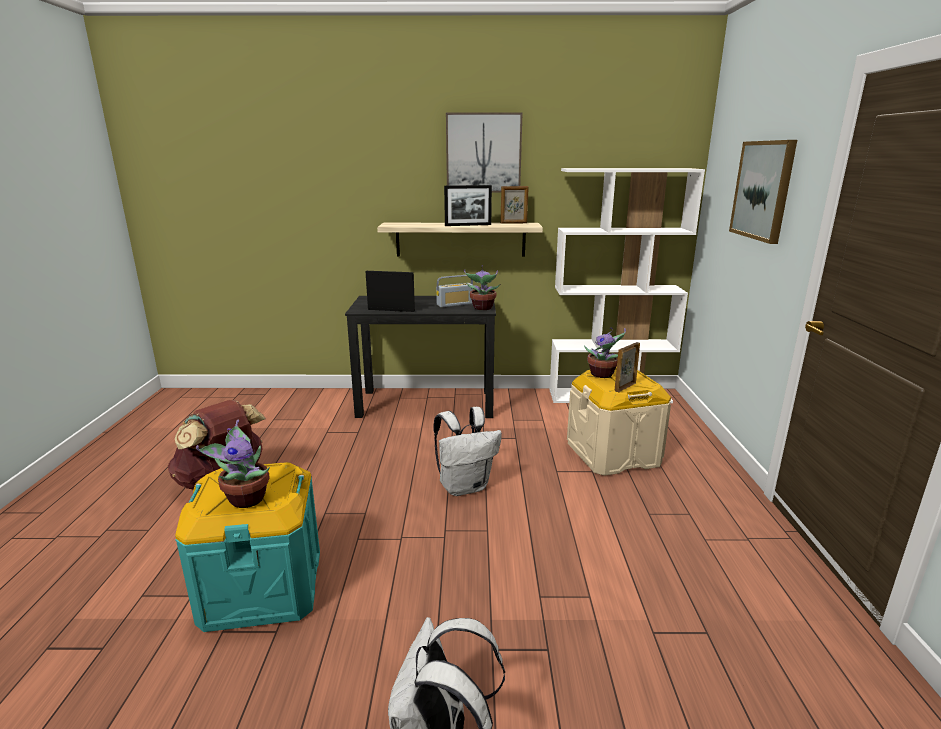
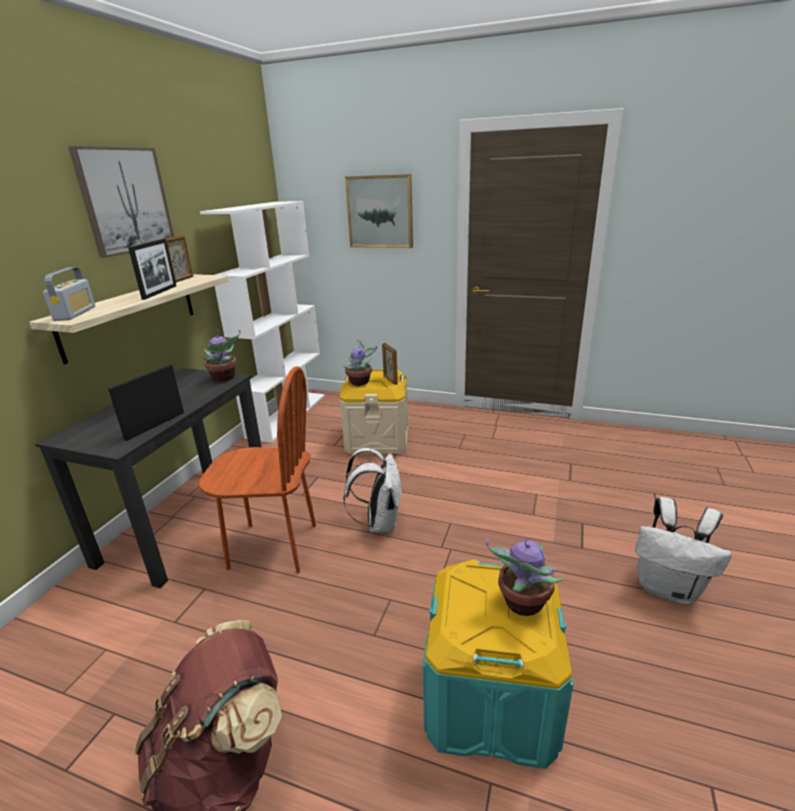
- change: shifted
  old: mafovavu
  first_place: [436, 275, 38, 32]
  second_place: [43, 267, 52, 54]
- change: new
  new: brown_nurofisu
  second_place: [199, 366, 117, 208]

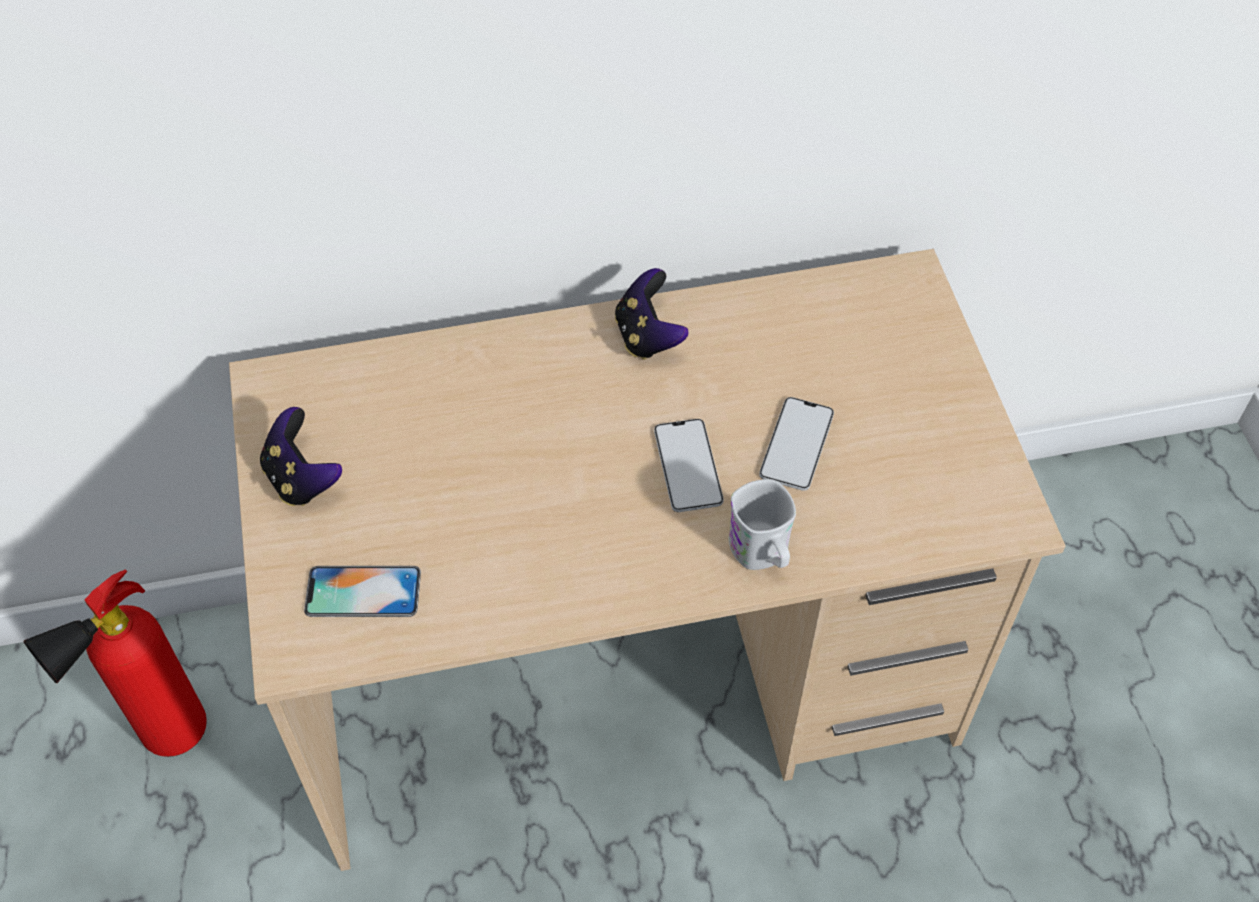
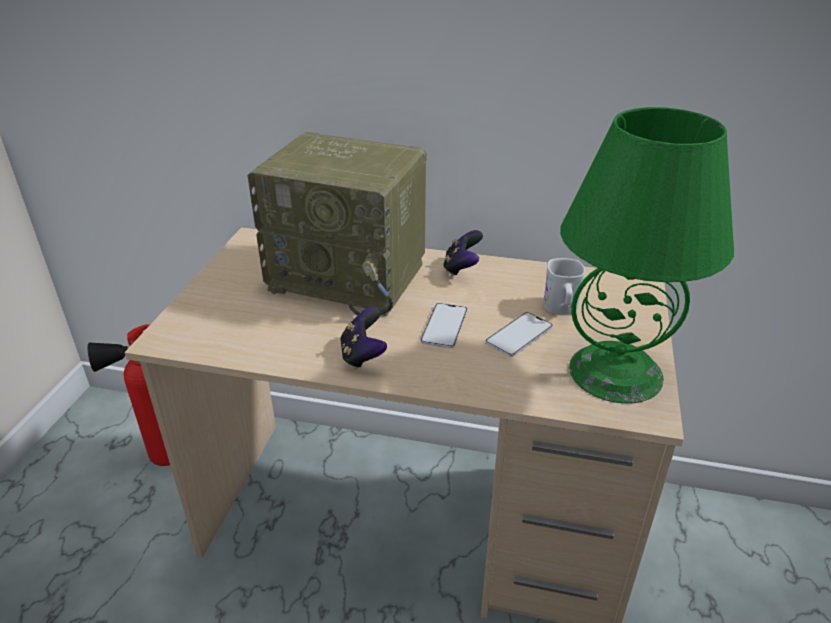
- change: new
  new: mafovavu
  second_place: [247, 132, 180, 184]
- change: shifted
  old: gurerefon
  first_place: [260, 407, 82, 99]
  second_place: [340, 307, 47, 63]
- change: shifted
  old: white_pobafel
  first_place: [729, 479, 67, 91]
  second_place: [543, 258, 42, 56]
- change: new
  new: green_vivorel
  second_place: [560, 107, 174, 297]
- change: gone
  old: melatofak
  first_place: [304, 566, 117, 51]

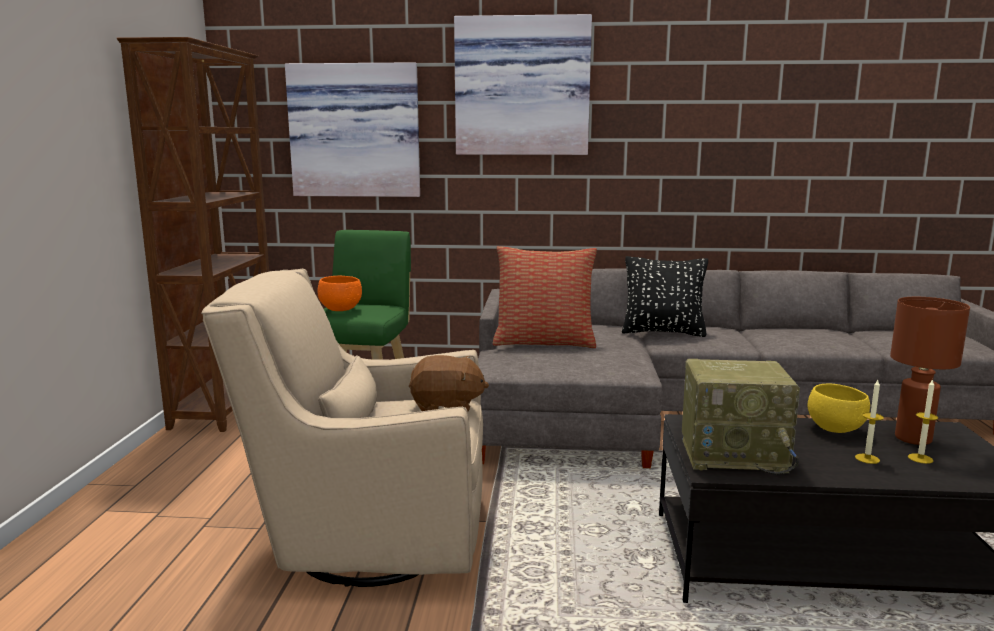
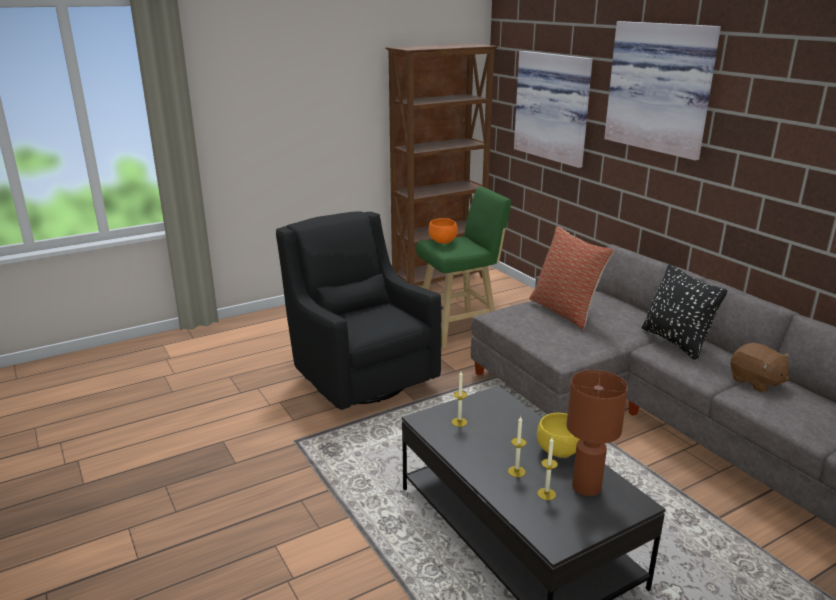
- change: repainted
  old: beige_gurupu
  new: black_gurupu
  first_place: [201, 269, 282, 318]
  second_place: [276, 211, 166, 199]
- change: swapped
  old: mafovavu
  new: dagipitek
  first_place: [682, 359, 118, 116]
  second_place: [452, 372, 15, 55]
- change: shifted
  old: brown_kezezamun
  first_place: [409, 355, 80, 56]
  second_place: [731, 343, 59, 49]

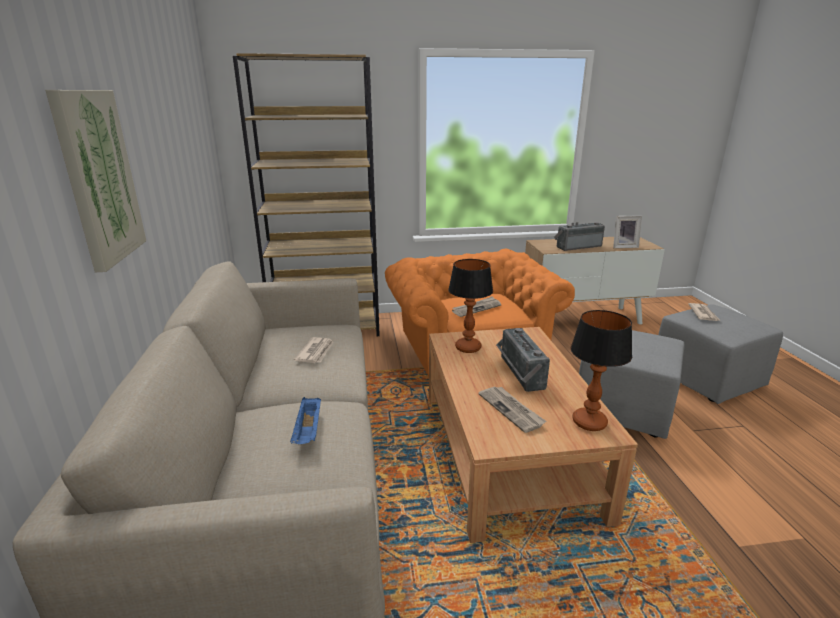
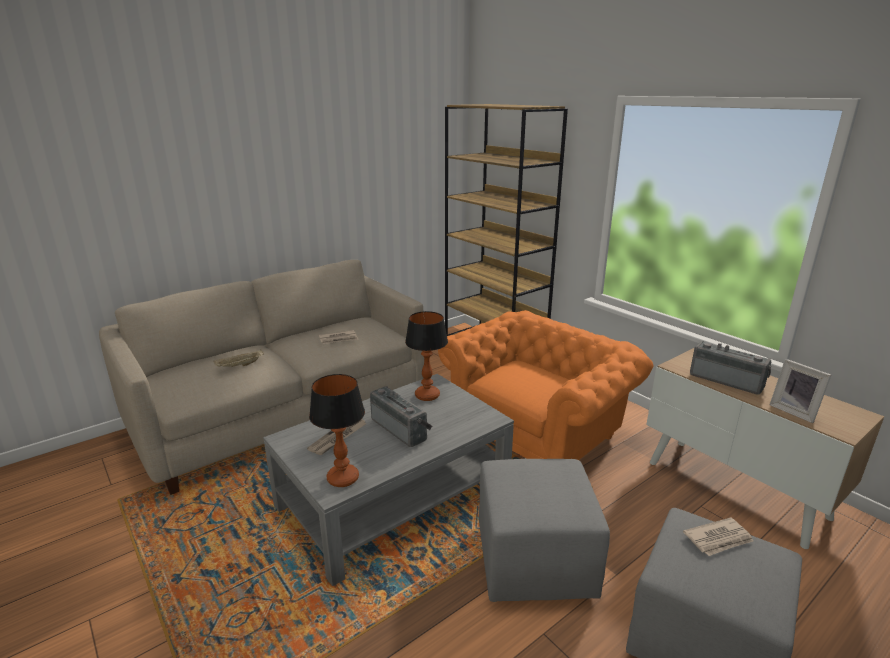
- change: repainted
  old: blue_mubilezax
  new: beige_mubilezax
  first_place: [290, 397, 31, 47]
  second_place: [213, 349, 51, 18]
- change: repainted
  old: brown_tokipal
  new: grey_tokipal
  first_place: [429, 327, 209, 216]
  second_place: [263, 374, 251, 212]
- change: rotated
  old: mafovavu
  first_place: [496, 328, 54, 64]
  second_place: [370, 386, 62, 61]
  degrees: 90
- change: gone
  old: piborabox
  first_place: [45, 90, 102, 182]
- change: gone
  old: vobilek
  first_place: [452, 296, 49, 21]

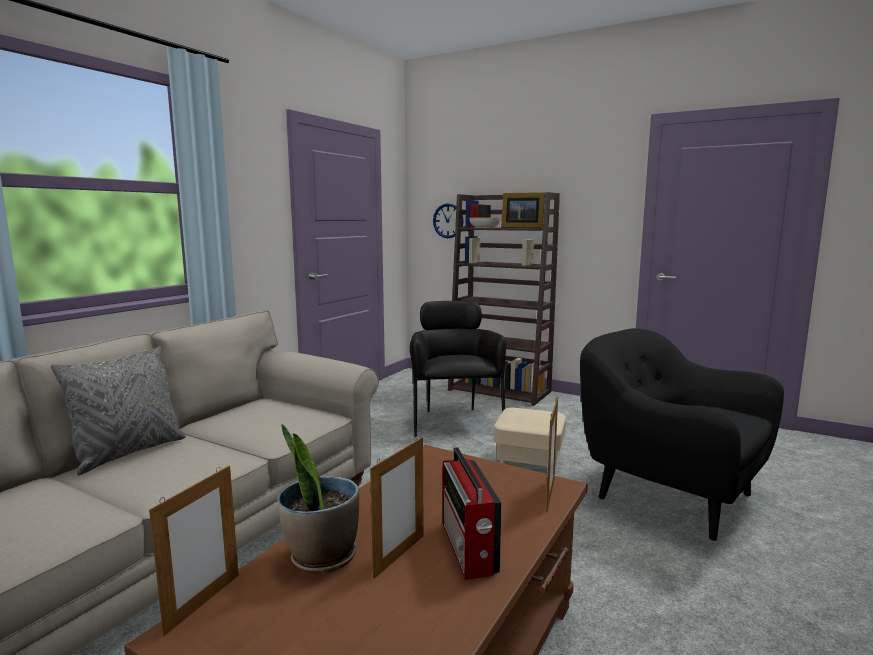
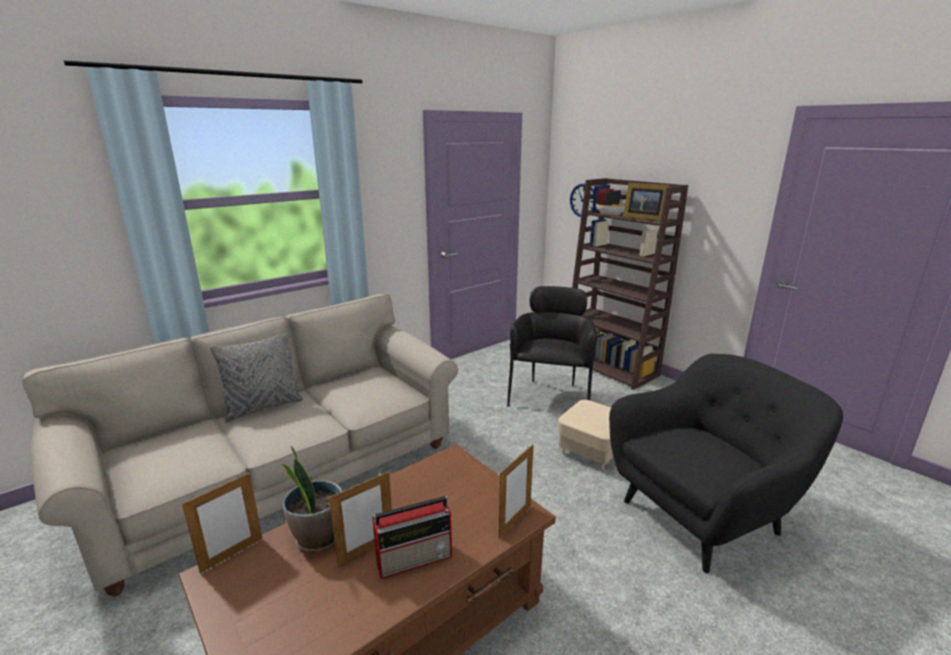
- change: rotated
  old: mafovavu
  first_place: [443, 447, 58, 133]
  second_place: [372, 496, 80, 83]
  degrees: -120
- change: rotated
  old: black_gurupu
  first_place: [580, 328, 204, 213]
  second_place: [609, 354, 234, 219]
  degrees: 90

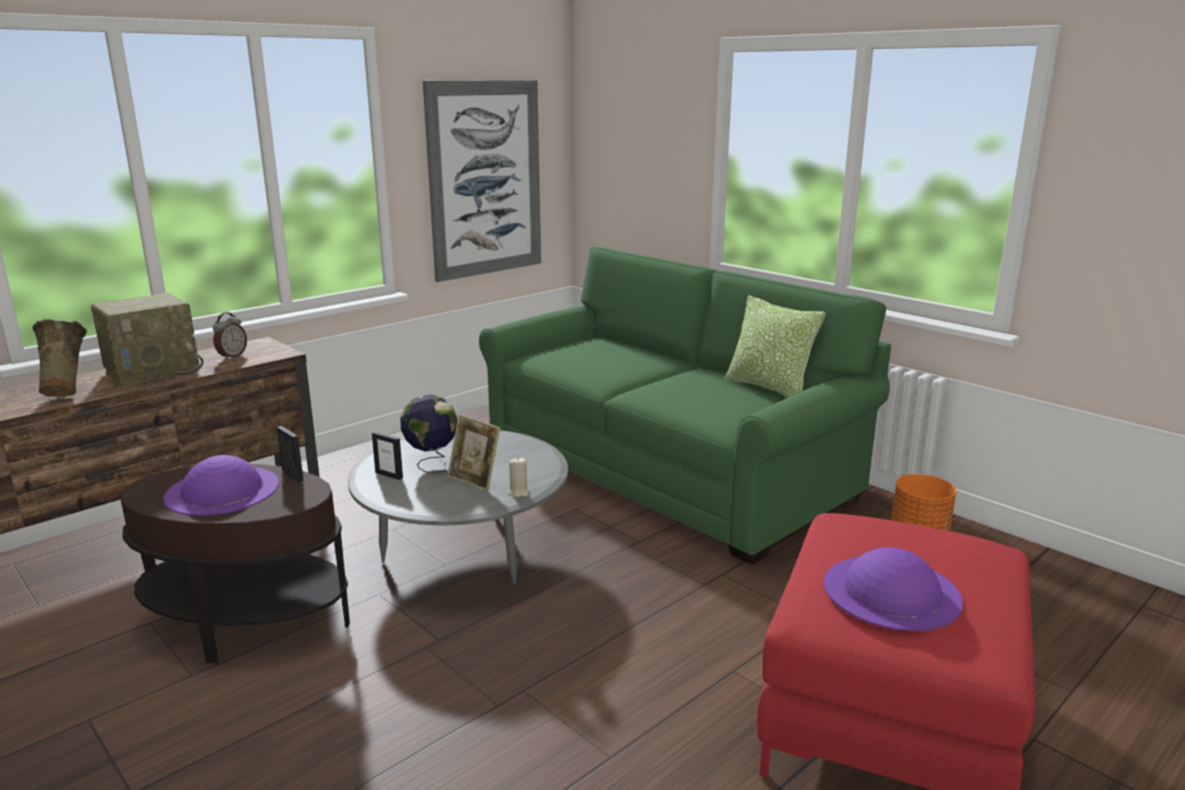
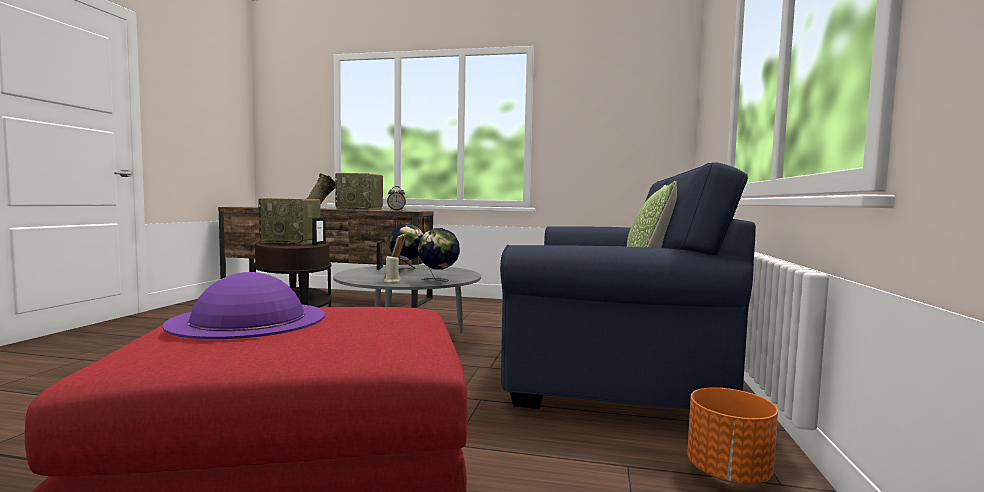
- change: swapped
  old: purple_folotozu
  new: mafovavu
  first_place: [163, 455, 116, 61]
  second_place: [258, 198, 63, 47]
- change: new
  new: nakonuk
  second_place: [418, 228, 42, 54]
- change: repainted
  old: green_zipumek
  new: blue_zipumek
  first_place: [479, 247, 412, 318]
  second_place: [500, 162, 256, 247]
- change: gone
  old: piborabox
  first_place: [423, 80, 118, 202]

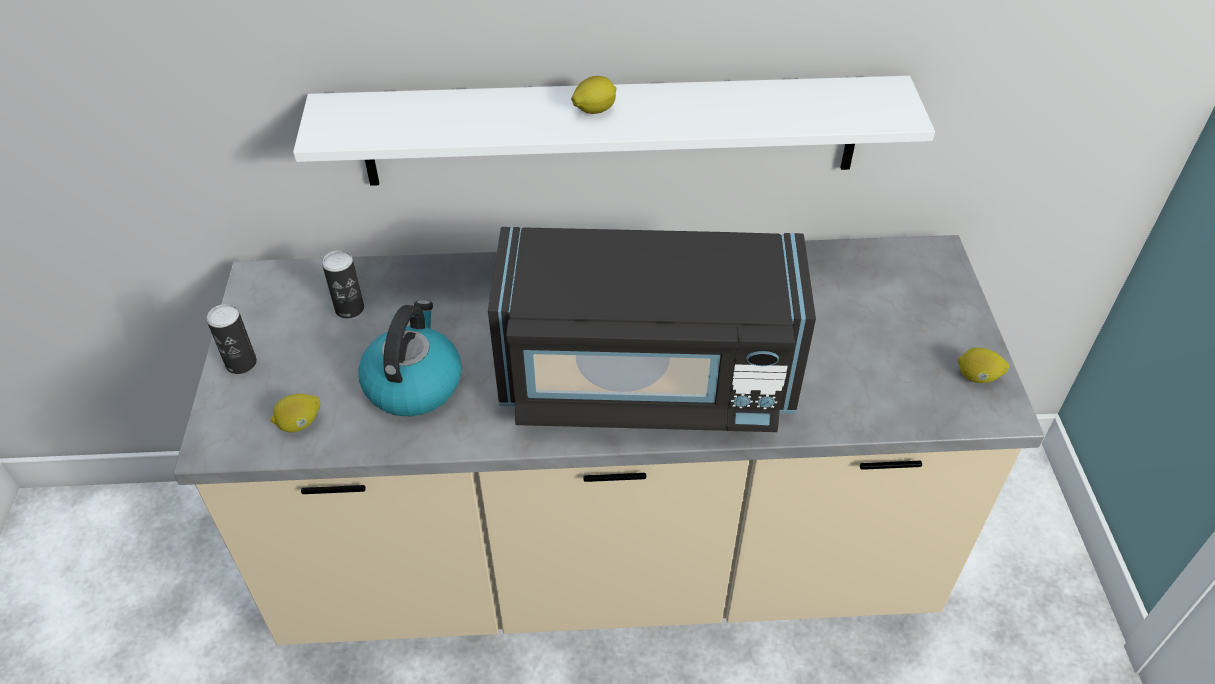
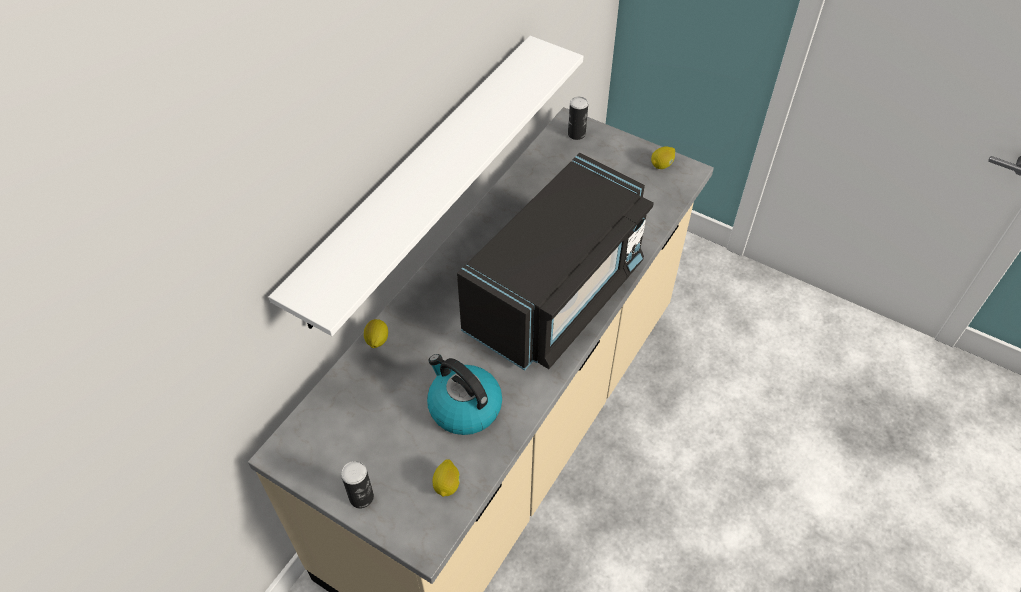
- change: shifted
  old: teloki
  first_place: [571, 76, 45, 38]
  second_place: [364, 319, 24, 29]
- change: shifted
  old: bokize
  first_place: [322, 250, 42, 68]
  second_place: [568, 97, 20, 43]

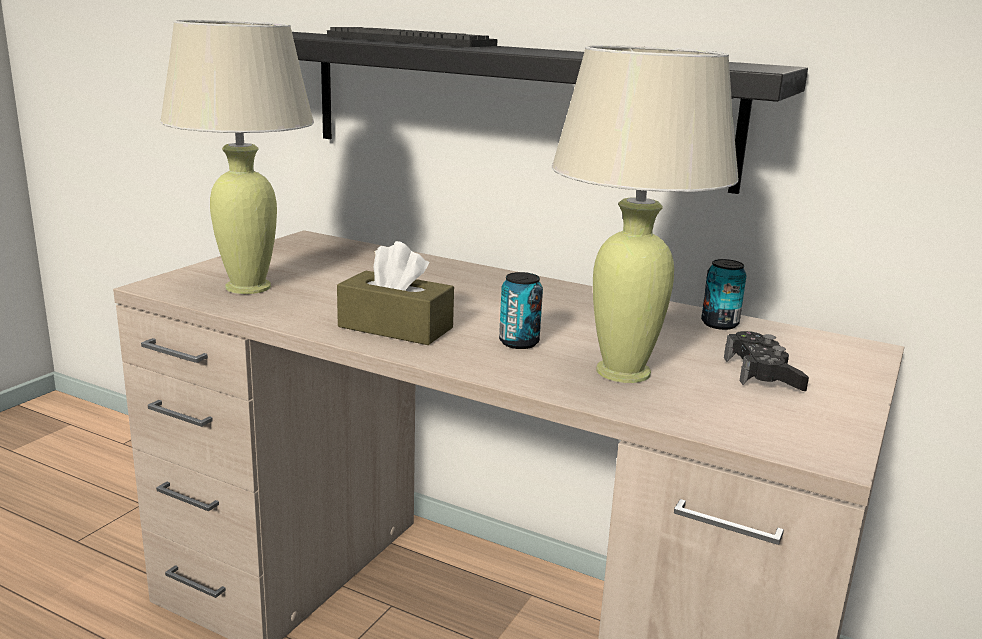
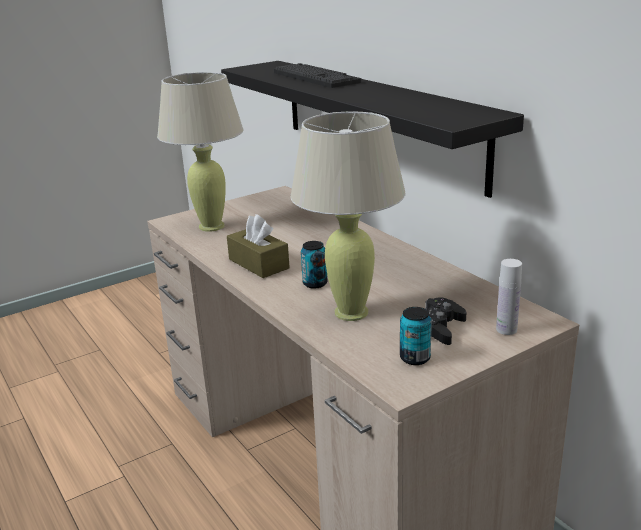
- change: shifted
  old: bokize
  first_place: [701, 259, 46, 71]
  second_place: [400, 307, 32, 58]
- change: new
  new: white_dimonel
  second_place: [496, 259, 26, 76]

